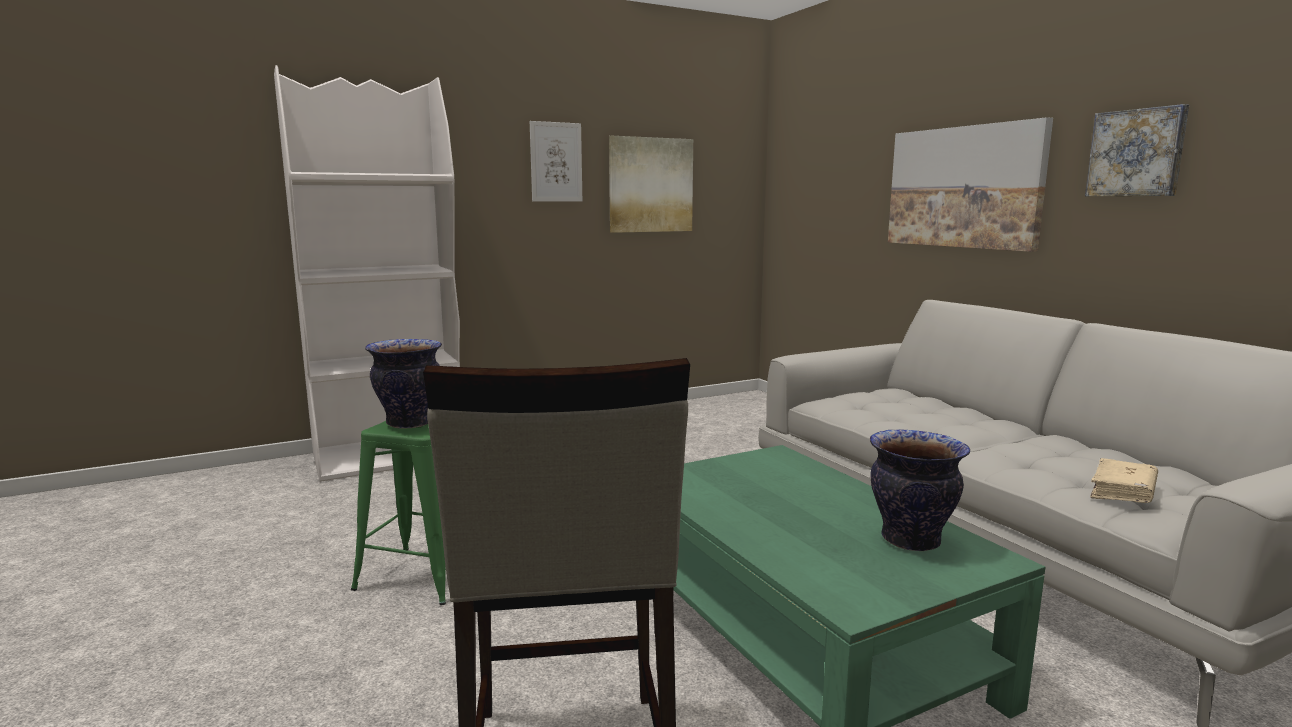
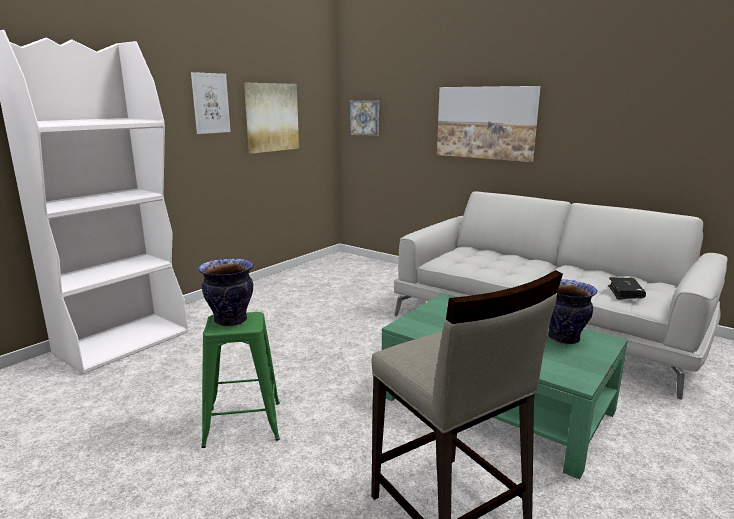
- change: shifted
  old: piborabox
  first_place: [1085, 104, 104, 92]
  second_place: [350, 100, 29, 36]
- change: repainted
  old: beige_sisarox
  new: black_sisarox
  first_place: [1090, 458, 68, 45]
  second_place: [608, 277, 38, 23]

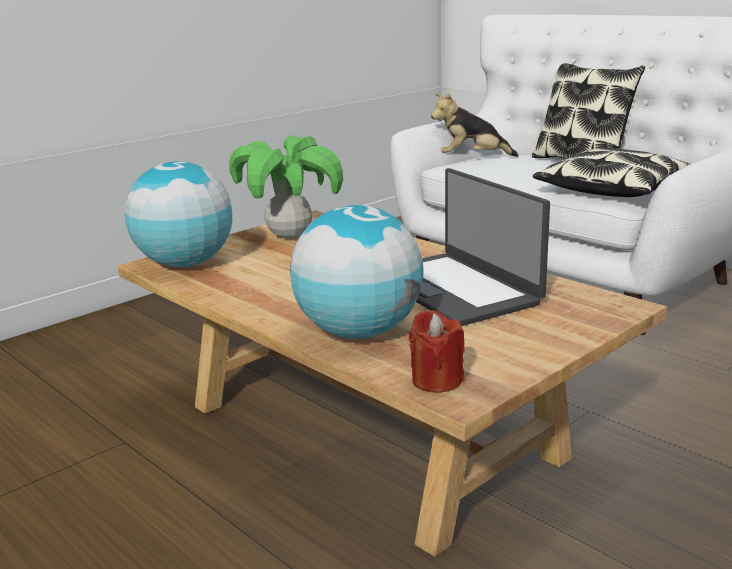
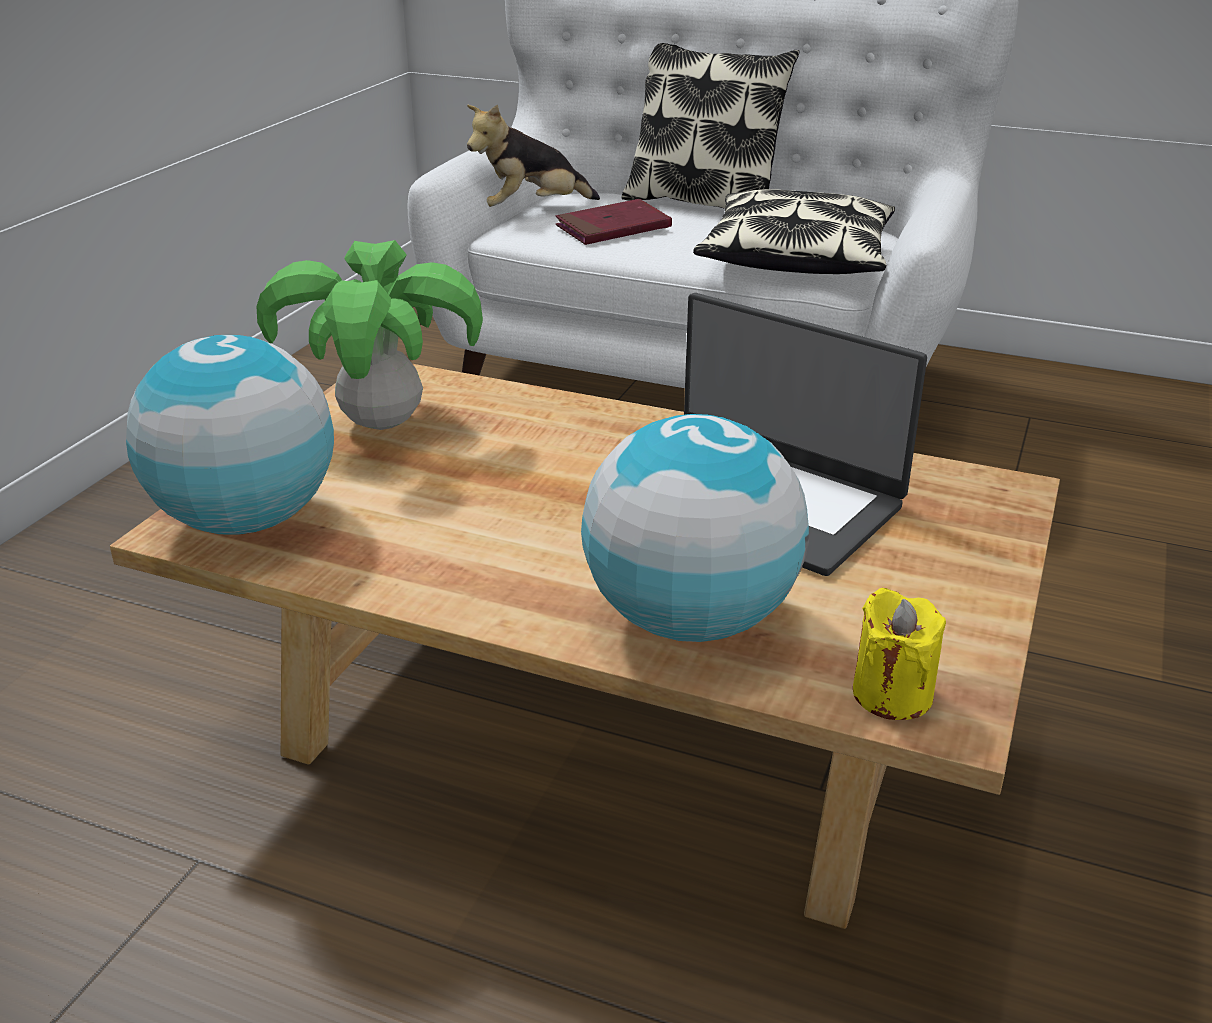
- change: new
  new: red_sisarox
  second_place: [555, 199, 117, 46]
- change: repainted
  old: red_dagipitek
  new: yellow_dagipitek
  first_place: [409, 310, 56, 83]
  second_place: [853, 587, 93, 133]

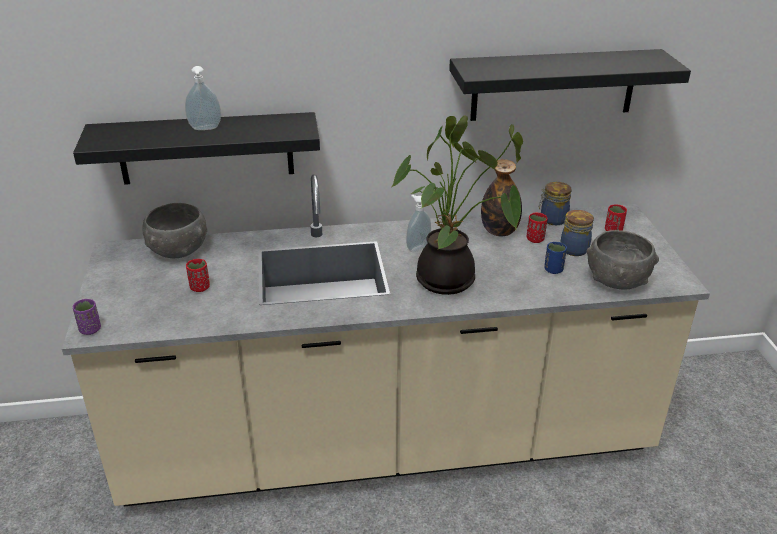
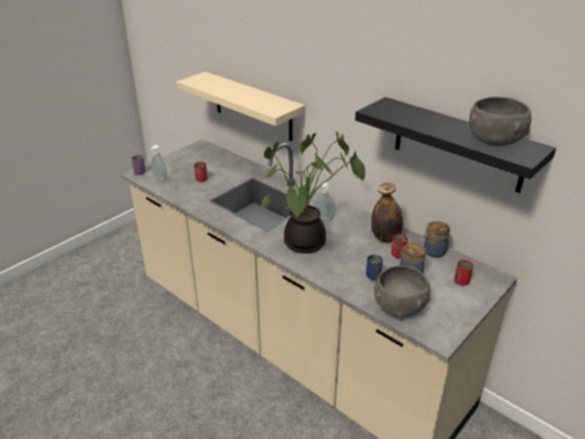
- change: shifted
  old: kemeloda
  first_place: [185, 66, 36, 64]
  second_place: [150, 145, 17, 37]
- change: repainted
  old: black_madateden
  new: beige_madateden
  first_place: [73, 112, 247, 73]
  second_place: [176, 72, 129, 69]
- change: shifted
  old: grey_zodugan
  first_place: [142, 203, 65, 55]
  second_place: [469, 97, 63, 49]

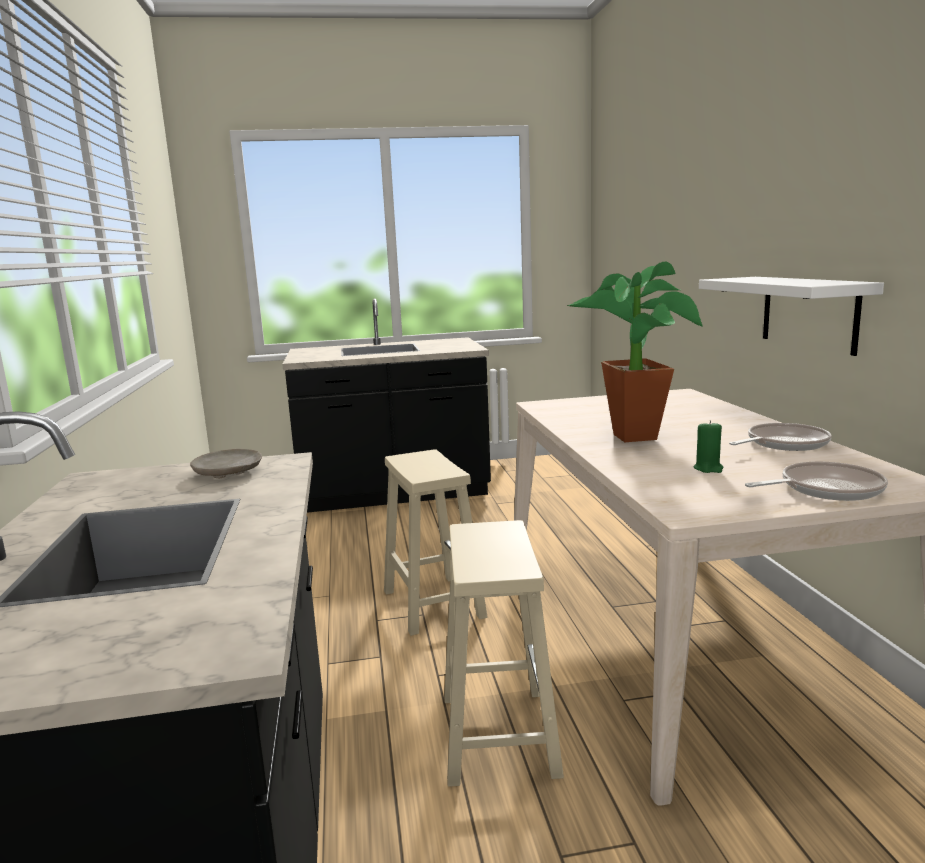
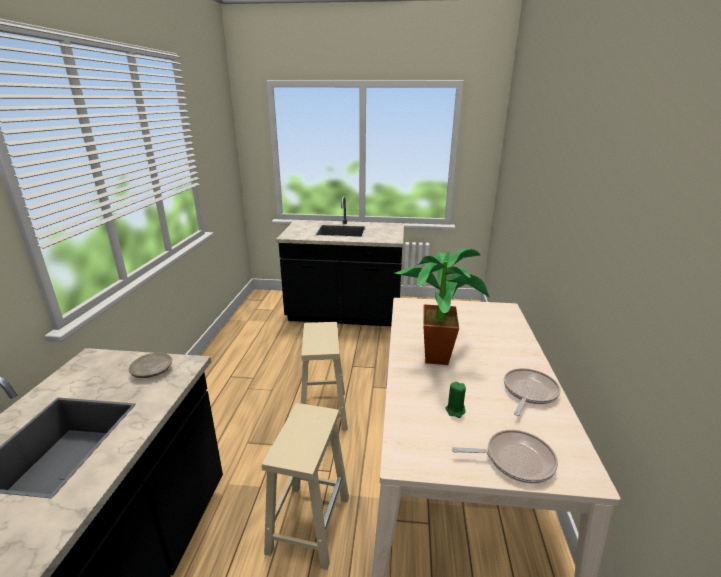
- change: rotated
  old: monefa
  first_place: [729, 423, 103, 28]
  second_place: [504, 368, 57, 48]
  degrees: -45
- change: gone
  old: white_madateden
  first_place: [699, 277, 185, 79]

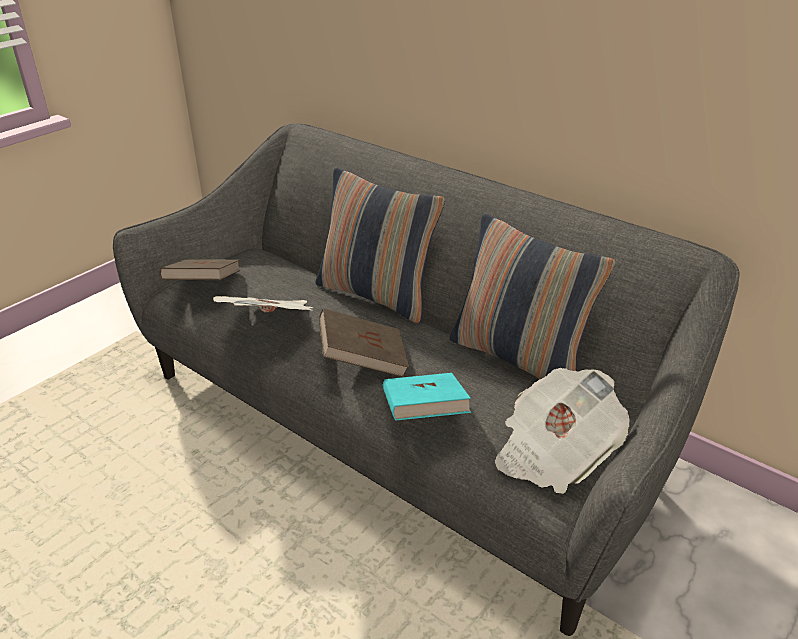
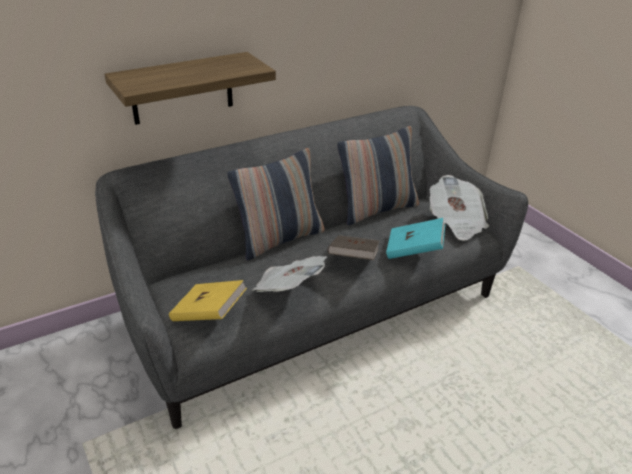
- change: new
  new: madateden
  second_place: [104, 52, 172, 73]
- change: repainted
  old: brown_sisarox
  new: yellow_sisarox
  first_place: [159, 259, 81, 21]
  second_place: [169, 280, 78, 41]

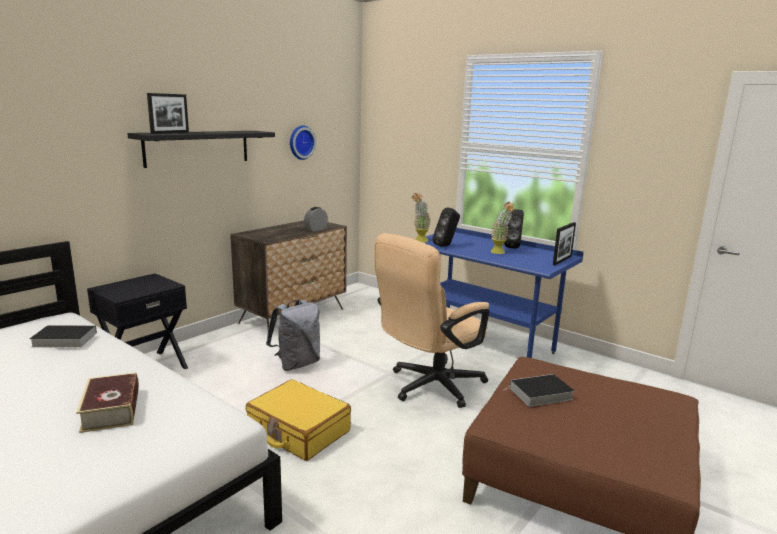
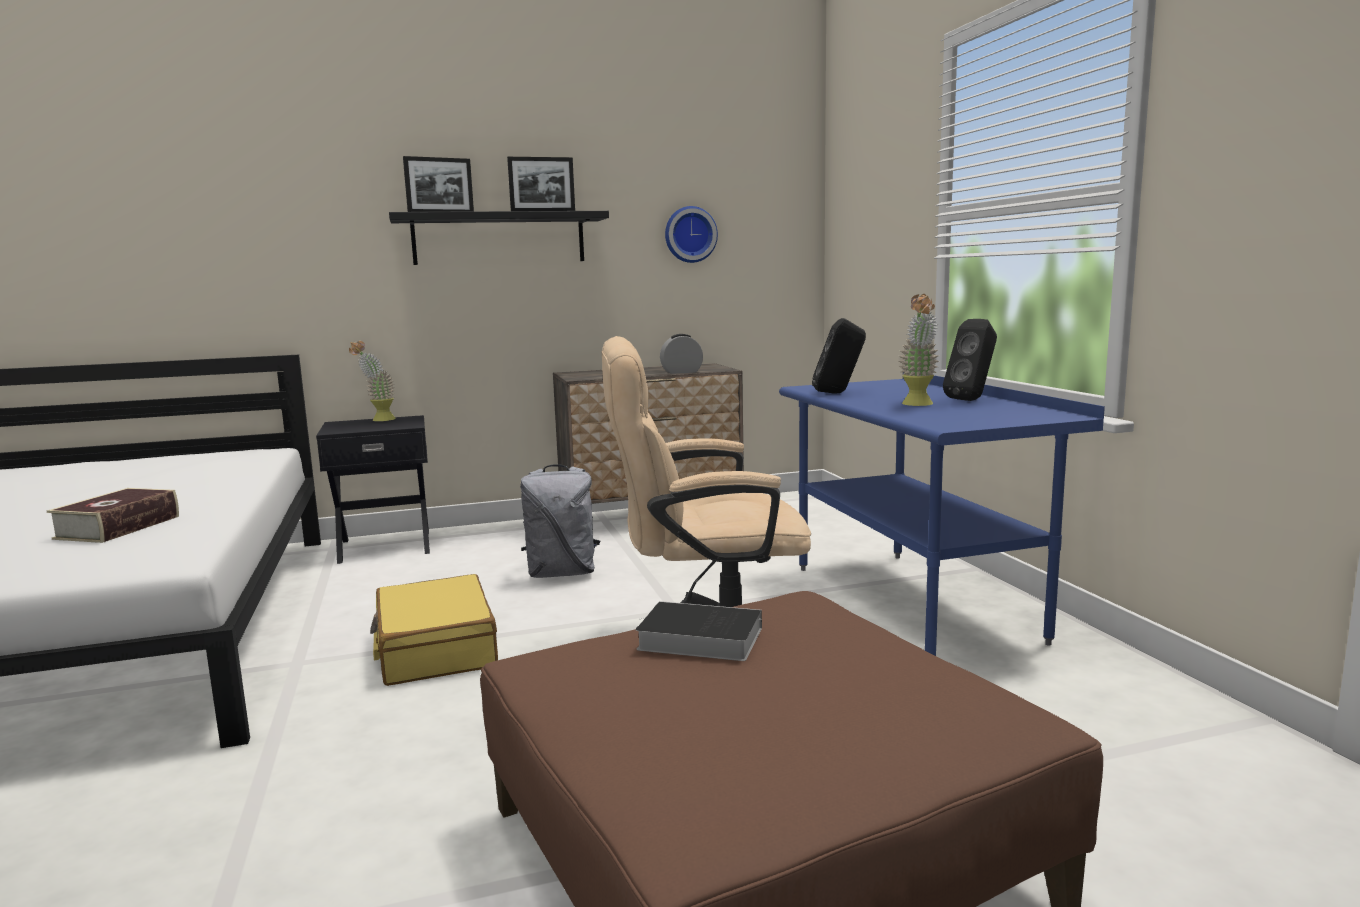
- change: shifted
  old: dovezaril
  first_place: [412, 193, 19, 50]
  second_place: [349, 341, 47, 80]
- change: shifted
  old: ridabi
  first_place: [553, 222, 23, 43]
  second_place: [507, 157, 68, 54]
- change: gone
  old: sisarox
  first_place: [30, 325, 67, 23]

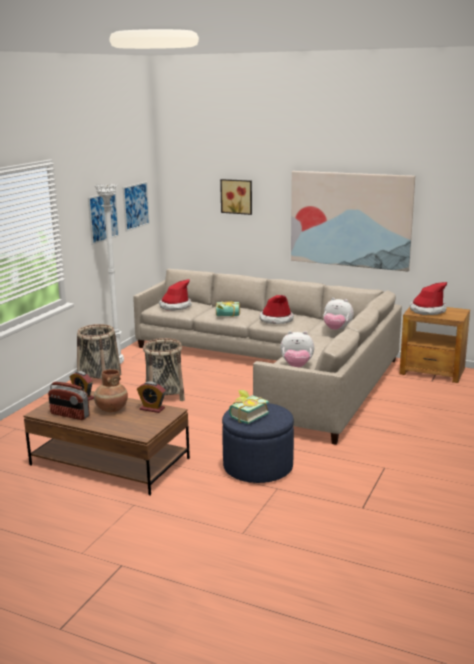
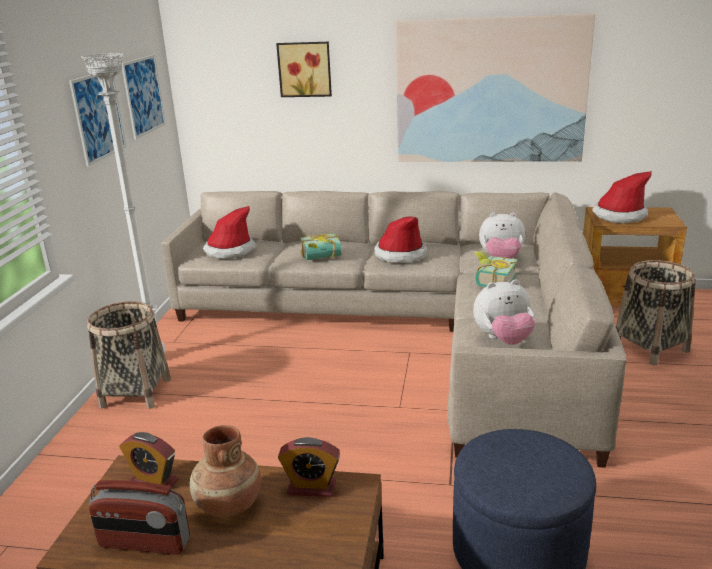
- change: shifted
  old: sisarox
  first_place: [229, 390, 40, 34]
  second_place: [474, 251, 44, 36]
- change: shifted
  old: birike
  first_place: [143, 338, 42, 63]
  second_place: [616, 260, 80, 105]

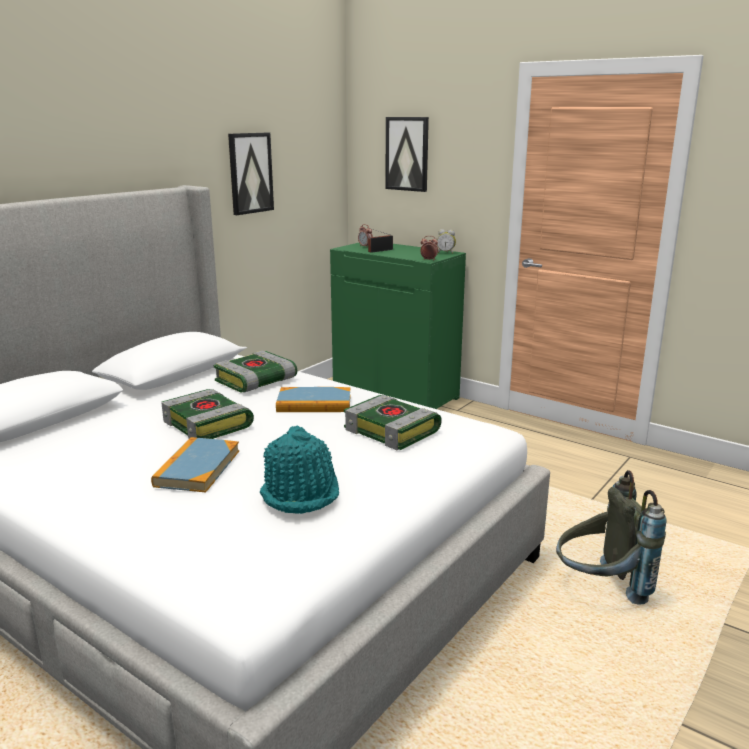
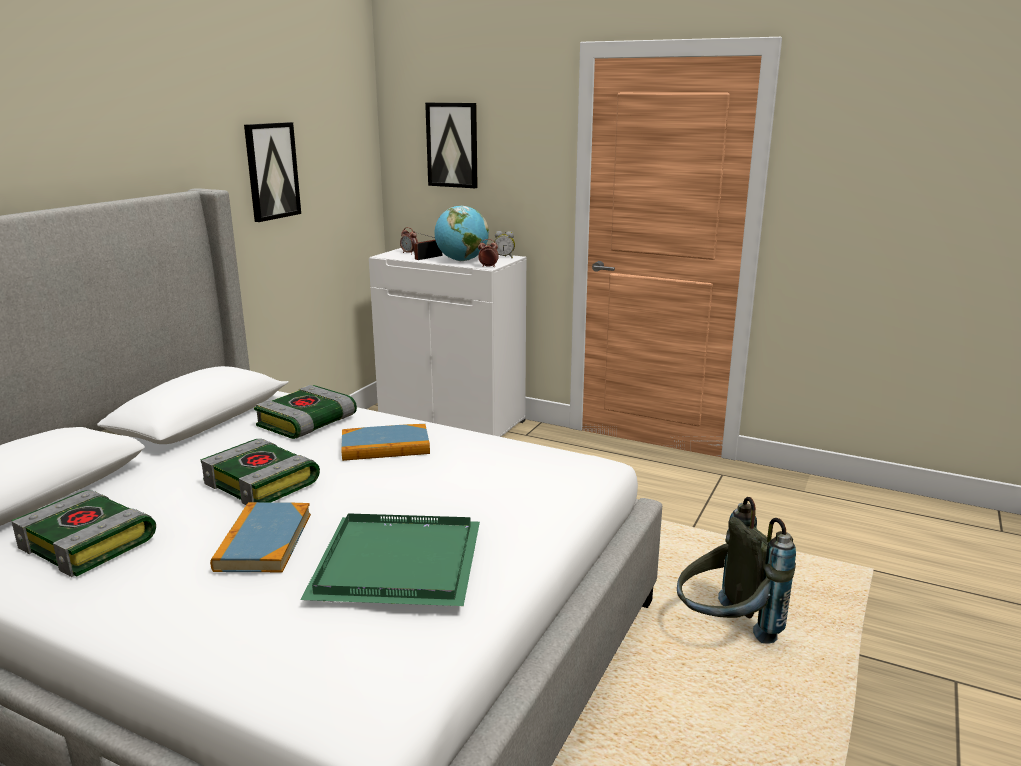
- change: shifted
  old: sisarox
  first_place: [344, 395, 98, 55]
  second_place: [11, 490, 145, 87]
- change: swapped
  old: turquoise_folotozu
  new: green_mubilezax
  first_place: [260, 425, 79, 89]
  second_place: [300, 513, 180, 93]
- change: repainted
  old: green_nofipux
  new: white_nofipux
  first_place: [330, 243, 136, 166]
  second_place: [369, 248, 157, 189]
- change: new
  new: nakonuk
  second_place: [435, 206, 54, 55]

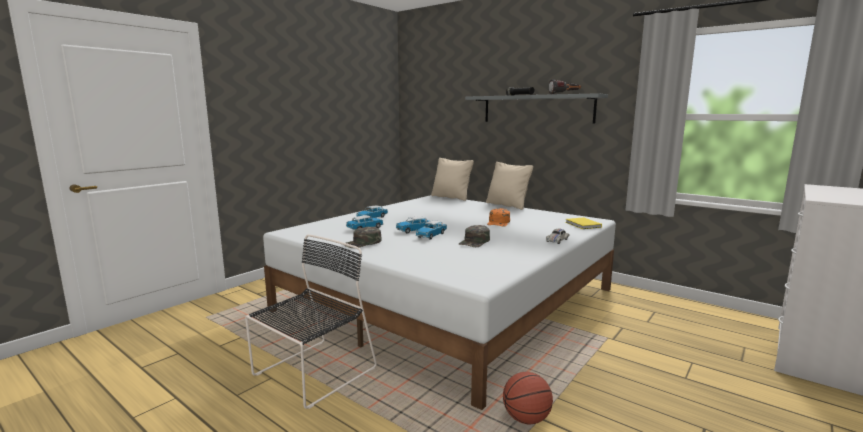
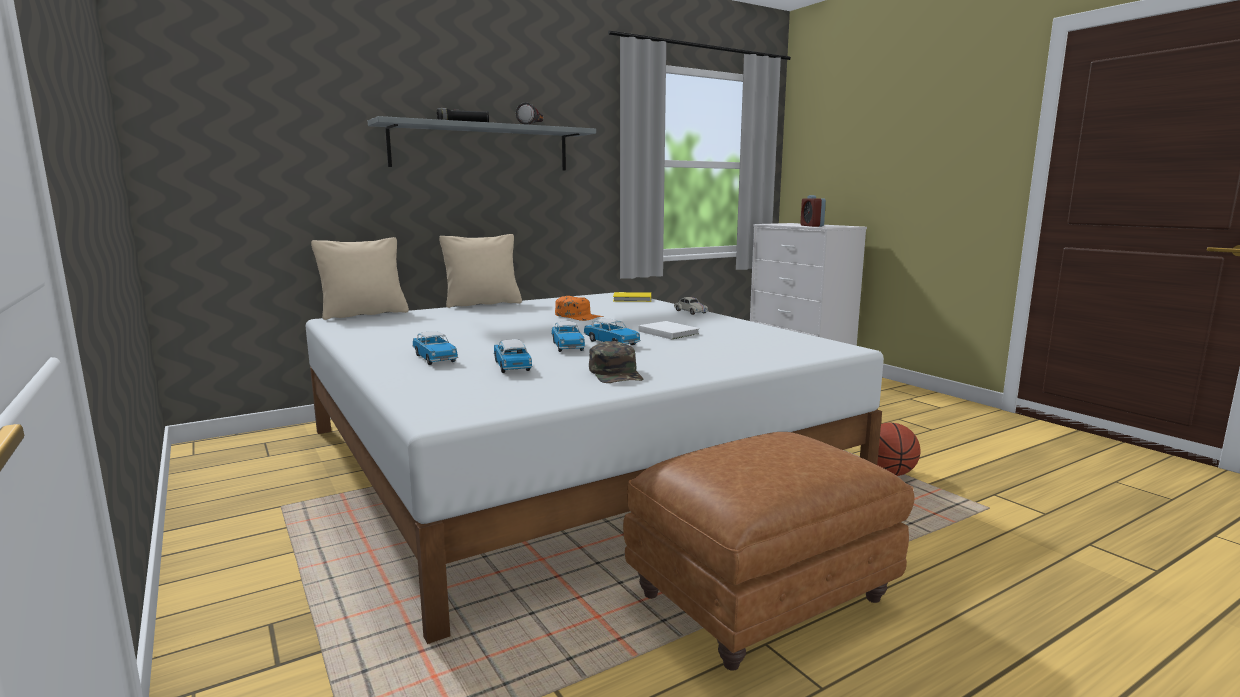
- change: swapped
  old: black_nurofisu
  new: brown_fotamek
  first_place: [245, 234, 132, 175]
  second_place: [623, 432, 291, 239]
- change: swapped
  old: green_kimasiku
  new: white_sisarox
  first_place: [459, 225, 31, 22]
  second_place: [638, 321, 62, 19]
- change: new
  new: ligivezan
  second_place: [800, 195, 26, 32]

